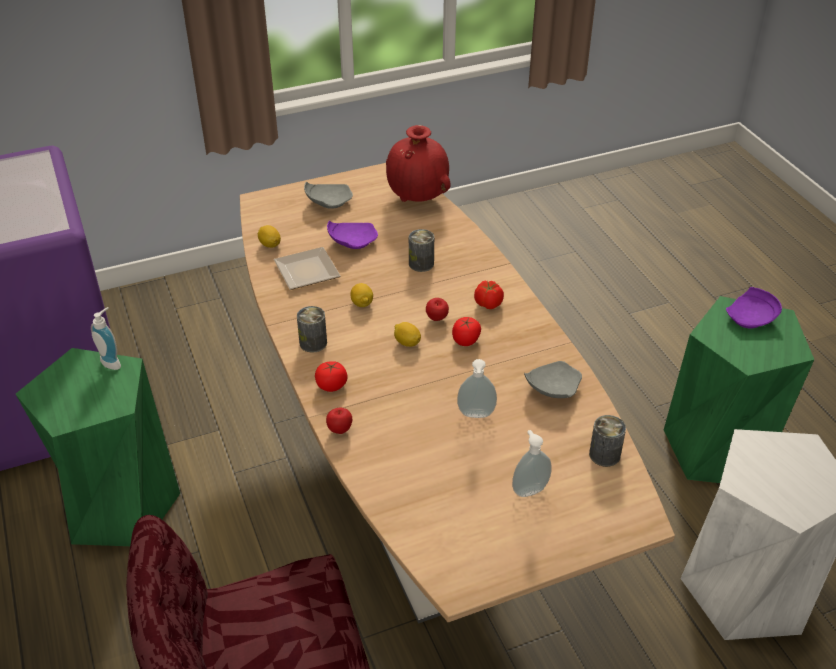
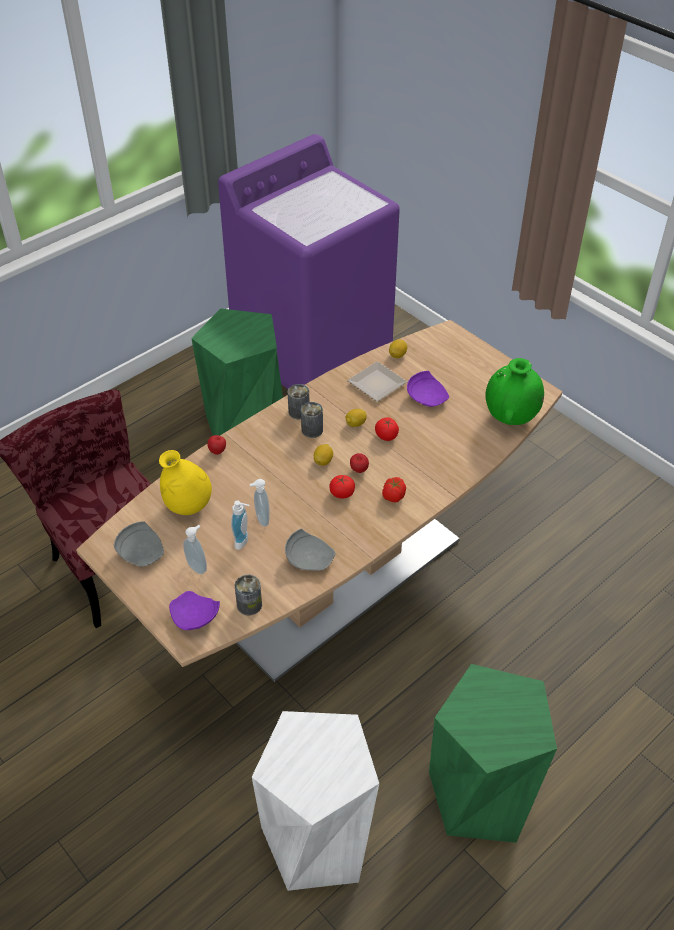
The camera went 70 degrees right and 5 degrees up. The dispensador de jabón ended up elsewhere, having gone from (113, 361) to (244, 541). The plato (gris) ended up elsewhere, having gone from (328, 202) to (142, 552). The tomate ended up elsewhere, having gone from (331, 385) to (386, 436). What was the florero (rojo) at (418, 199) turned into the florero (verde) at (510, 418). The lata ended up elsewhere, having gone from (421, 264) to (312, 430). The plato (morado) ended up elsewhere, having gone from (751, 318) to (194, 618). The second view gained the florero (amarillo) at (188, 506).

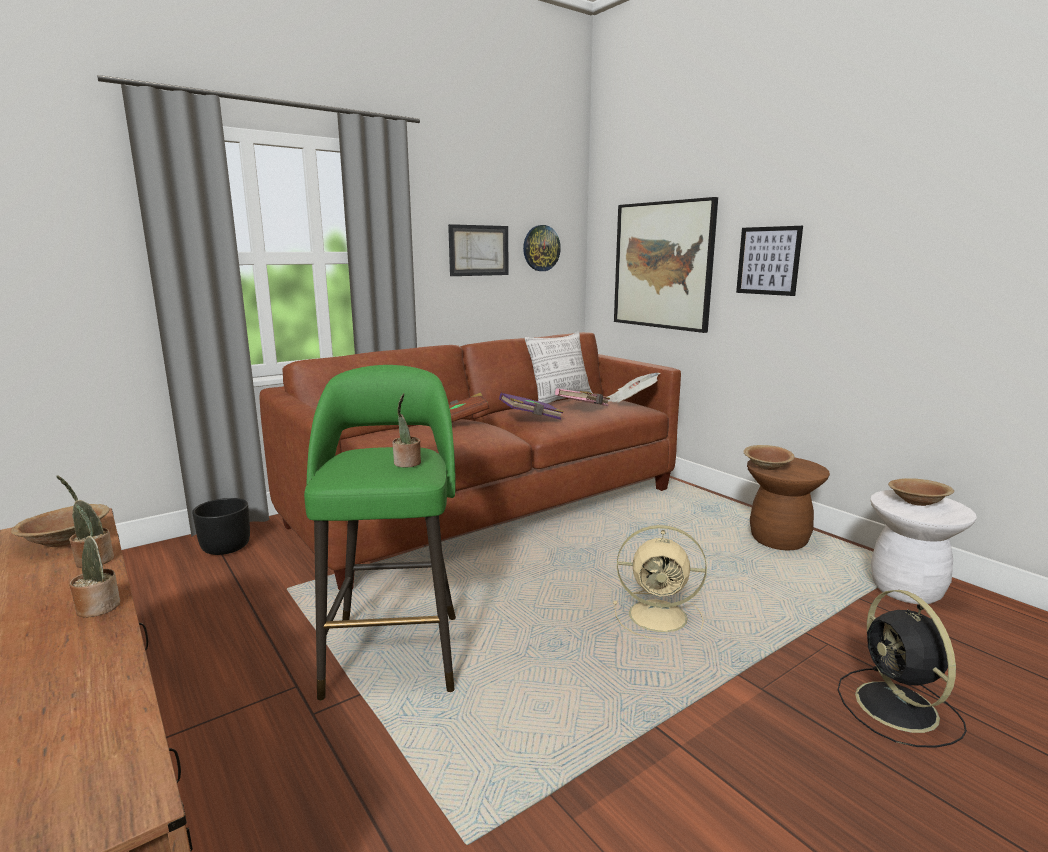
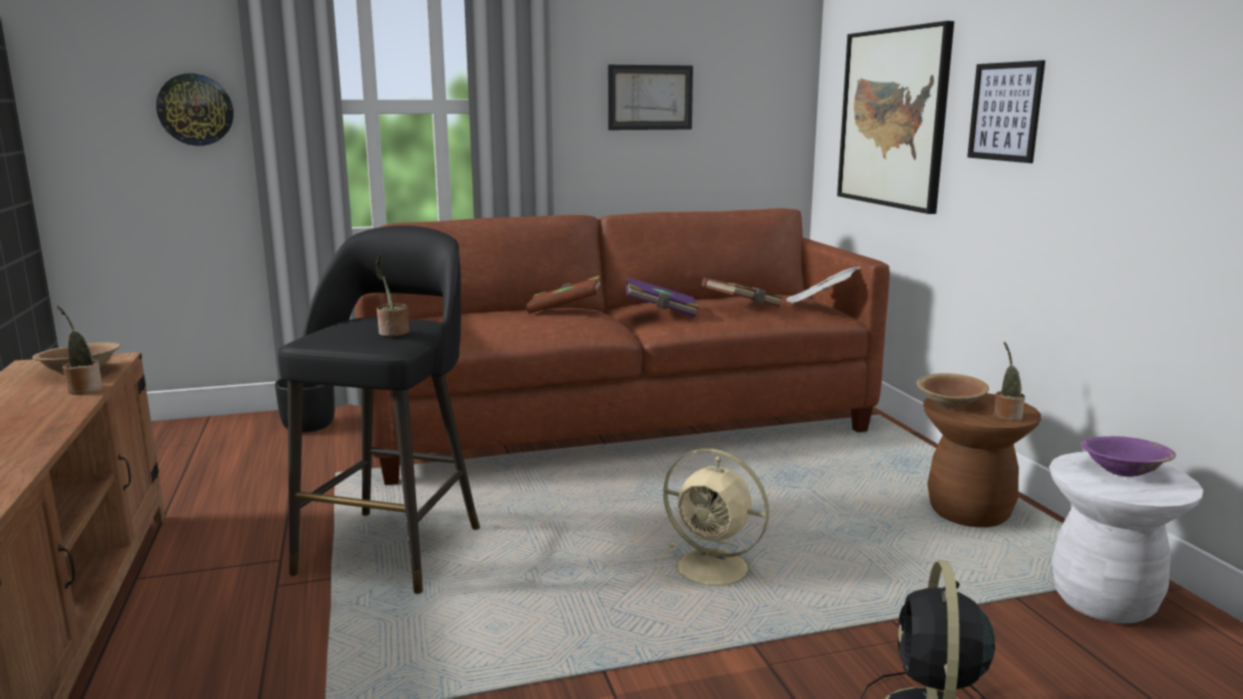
The camera went 20 degrees right and 0 degrees up. The planta en maceta ended up elsewhere, having gone from (98, 605) to (1006, 416). What was the taburete (verde) at (394, 651) turned into the taburete (negro) at (393, 547). The reloj de pared ended up elsewhere, having gone from (541, 248) to (195, 109). The second view lost the cojín at (560, 400). What was the libro (rosa) at (583, 408) turned into the libro (marrón) at (742, 307). What was the cuenco (marrón) at (917, 502) turned into the cuenco (morado) at (1123, 471).

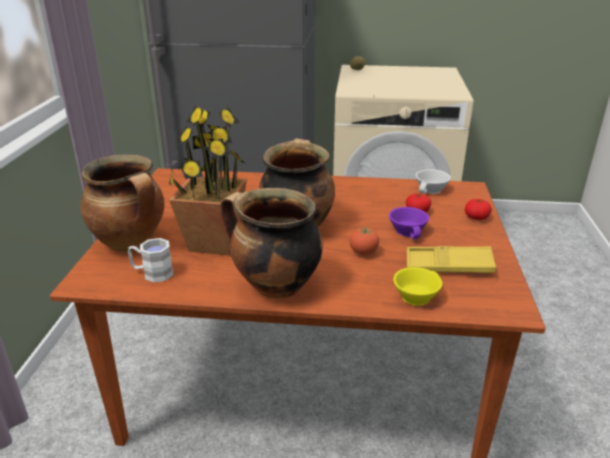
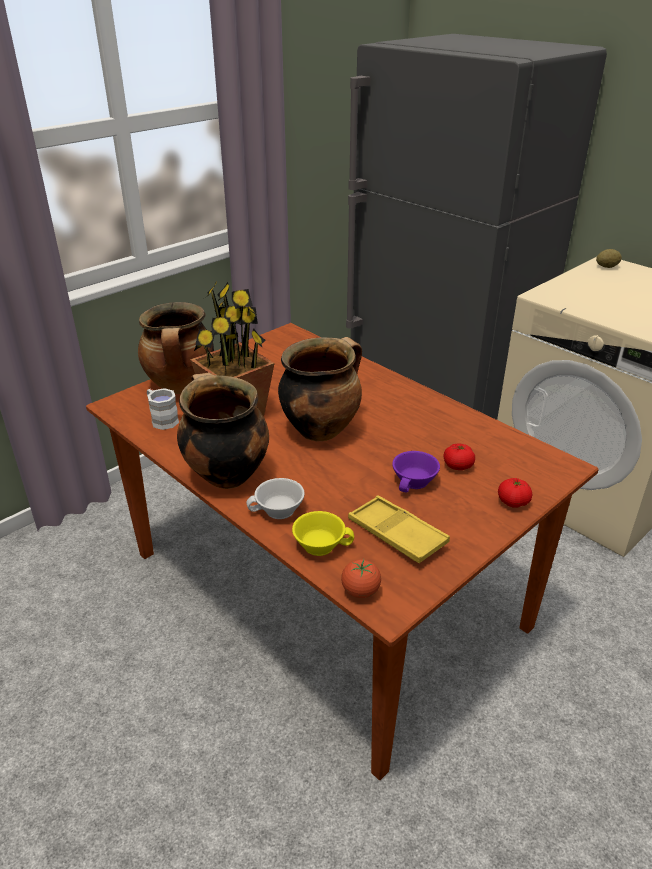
The camera went 40 degrees right and 5 degrees up. The tomate ended up elsewhere, having gone from (363, 252) to (360, 591). The taza (blanco) ended up elsewhere, having gone from (432, 190) to (278, 511).

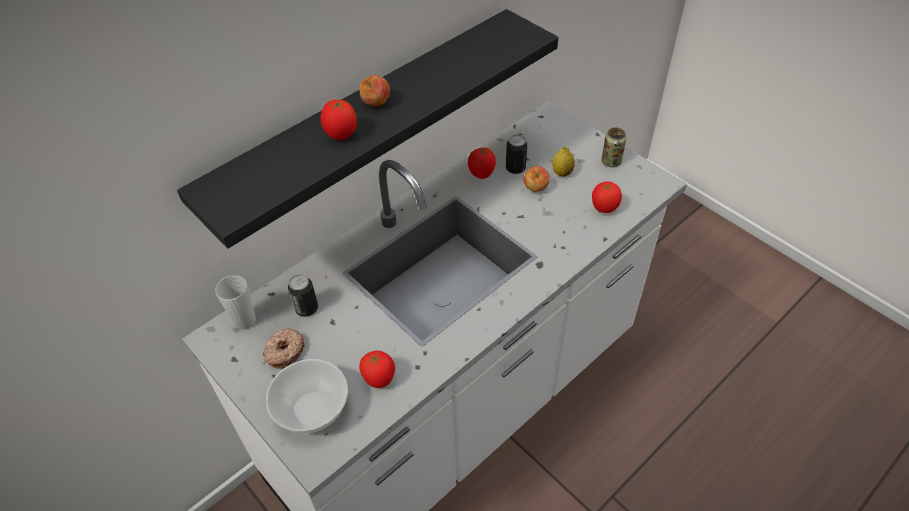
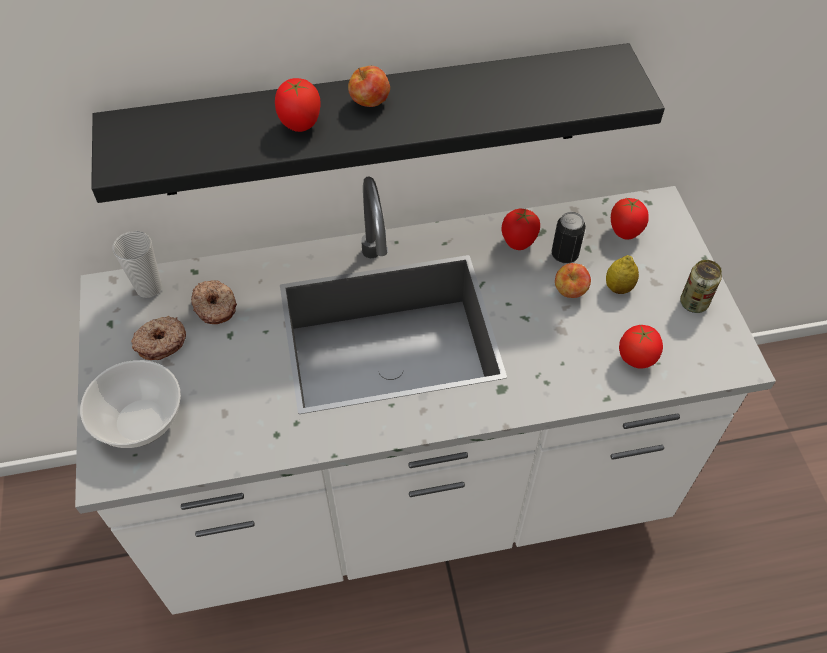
The camera went 30 degrees right and 5 degrees up. Where the lata stood at (306, 308), the rosquilla came to stand at (215, 306). The tomate ended up elsewhere, having gone from (379, 379) to (625, 233).

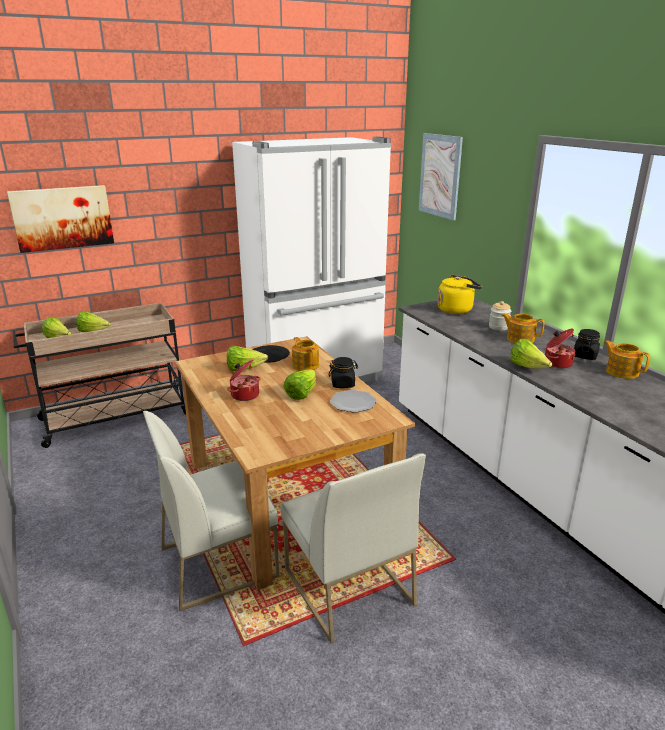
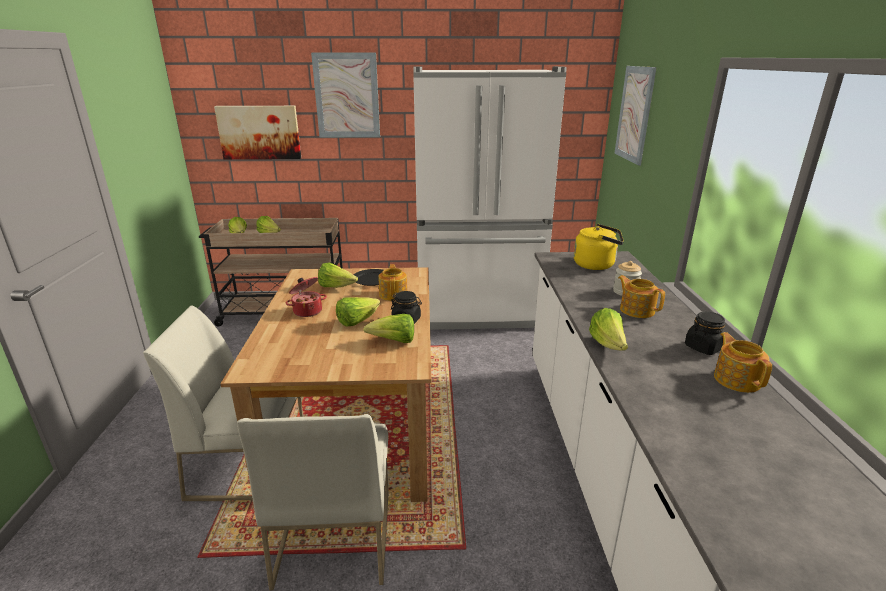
The camera went 25 degrees right and 0 degrees up. Where the plato stood at (353, 402), the lechuga came to stand at (394, 341). The second view lost the olla at (557, 363). The second view gained the cuadro at (347, 96).

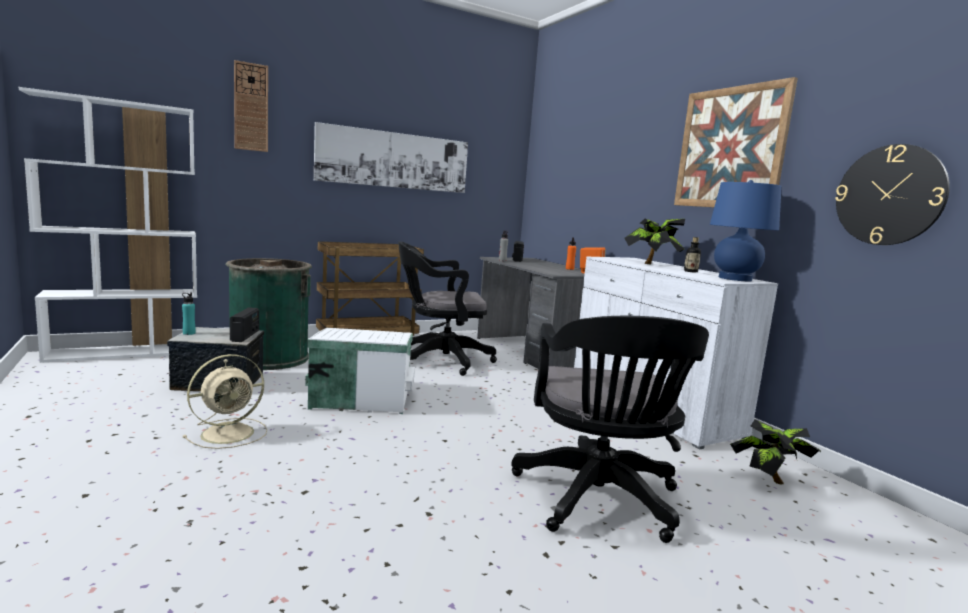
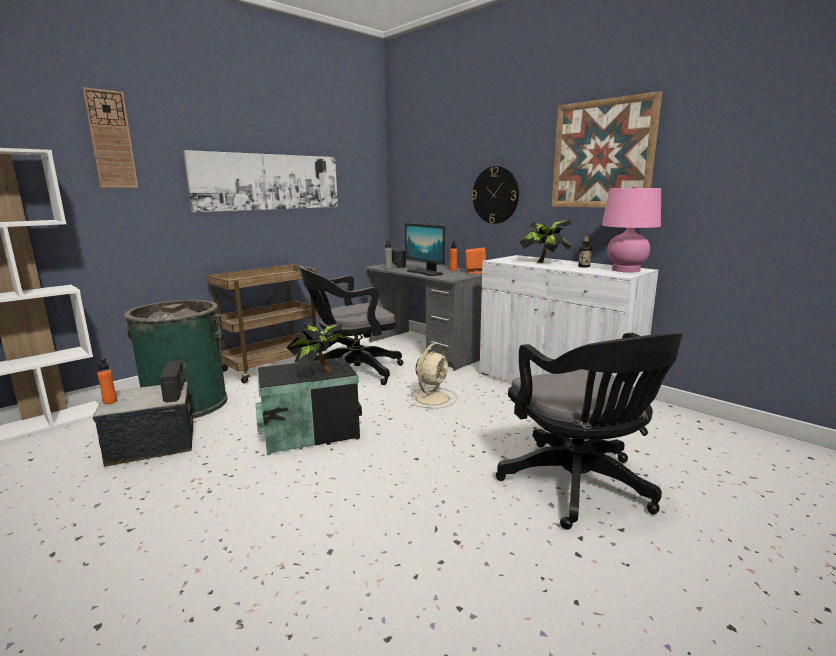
The camera went 15 degrees left and 5 degrees up. What was the botella (turquesa) at (189, 333) turned into the botella (naranja) at (110, 401). The ventilador (beis) ended up elsewhere, having gone from (230, 433) to (433, 398). What was the caja de almacenaje (blanco) at (360, 397) turned into the caja de almacenaje (negro) at (308, 429). What was the lámpara de mesa (azul) at (735, 279) turned into the lámpara de mesa (rosa) at (626, 270). The planta en maceta ended up elsewhere, having gone from (769, 481) to (321, 372). The reloj de pared ended up elsewhere, having gone from (889, 195) to (495, 195). The second view gained the monitor at (425, 273).

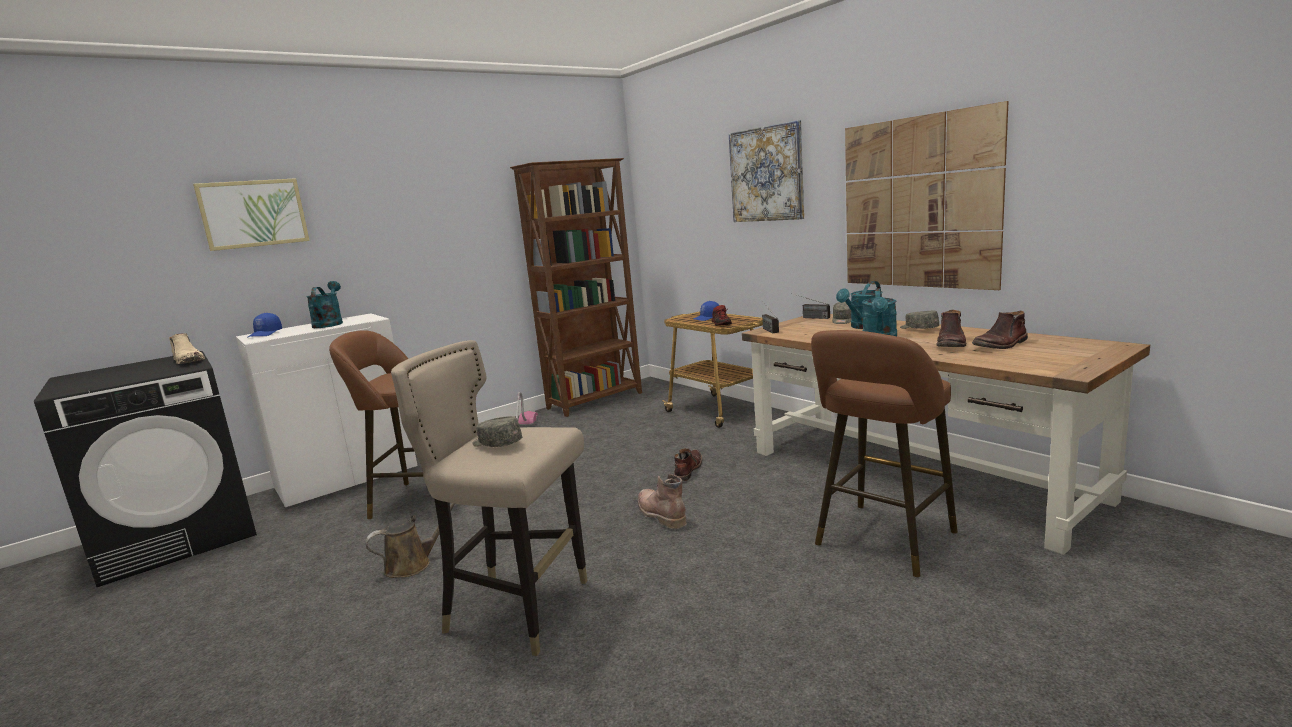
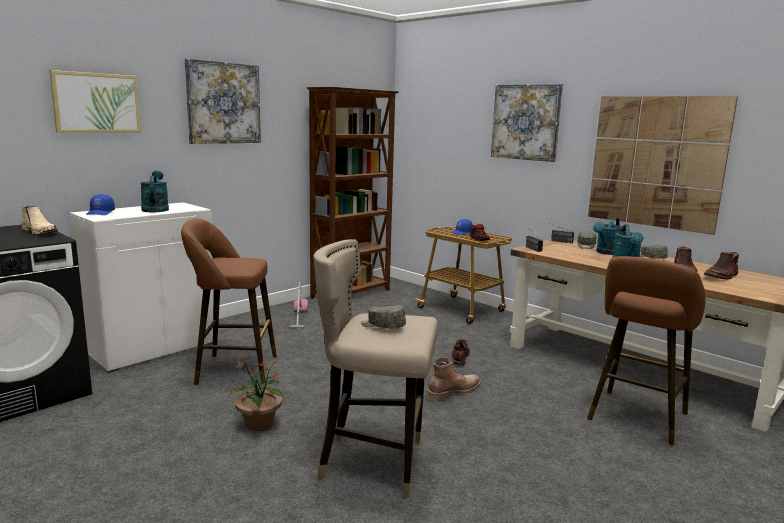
The camera went 10 degrees left and 0 degrees up. Where the regadera (marrón) stood at (412, 564), the planta en maceta came to stand at (259, 424). The bota (marrón) at (659, 514) ended up facing another way, 90 degrees clockwise from before. The second view gained the cuadro at (223, 103).

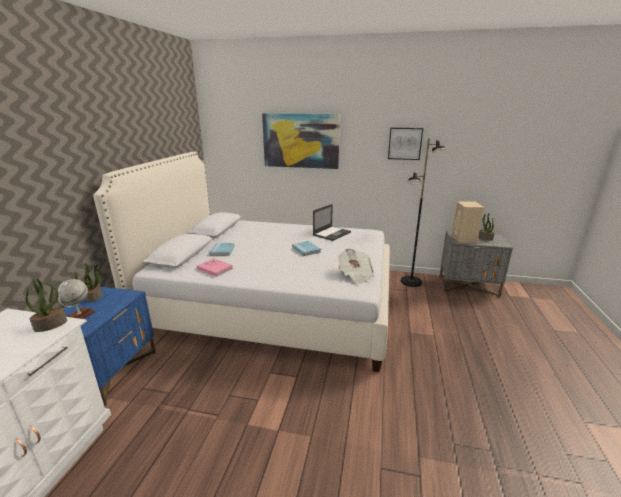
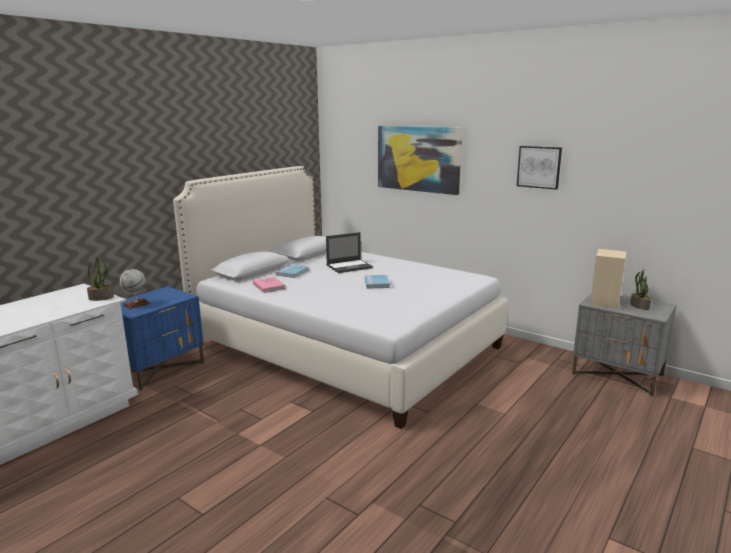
The camera went 25 degrees right and 5 degrees down. The second view lost the planta en maceta at (94, 297). The portátil ended up elsewhere, having gone from (332, 233) to (350, 266). The second view lost the periódico at (355, 275). The second view lost the lámpara de pie (negro) at (411, 282).

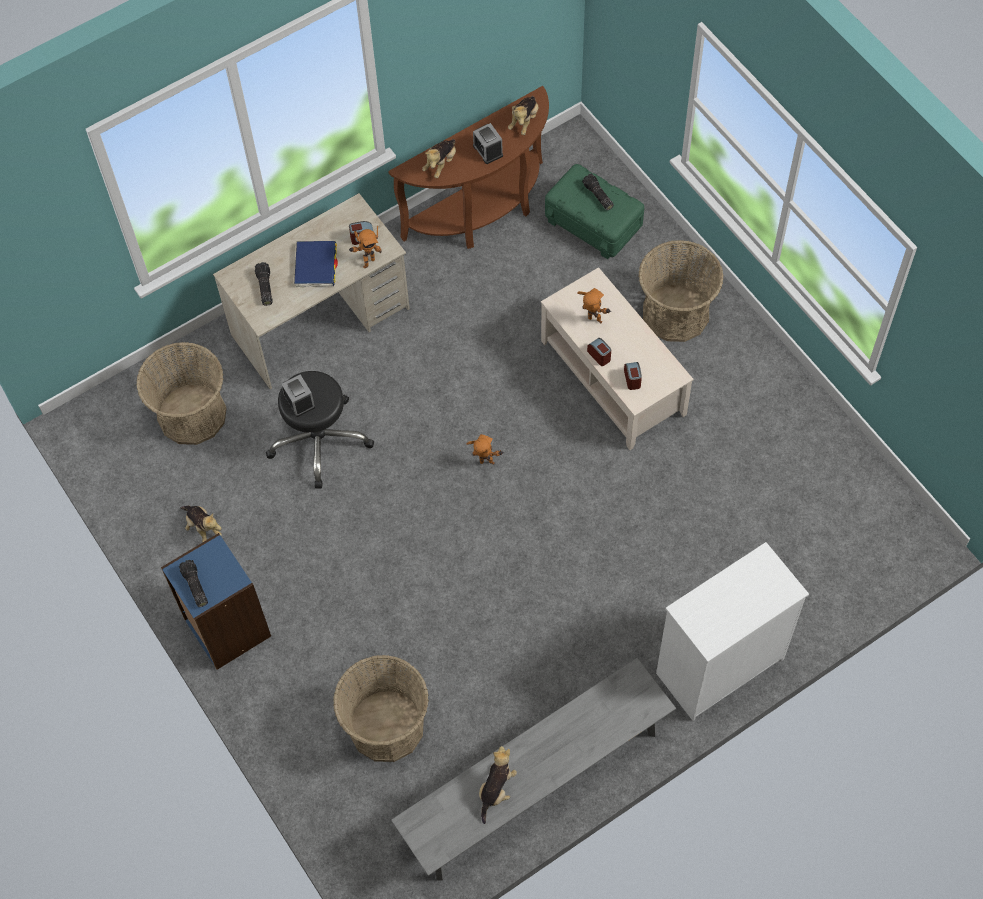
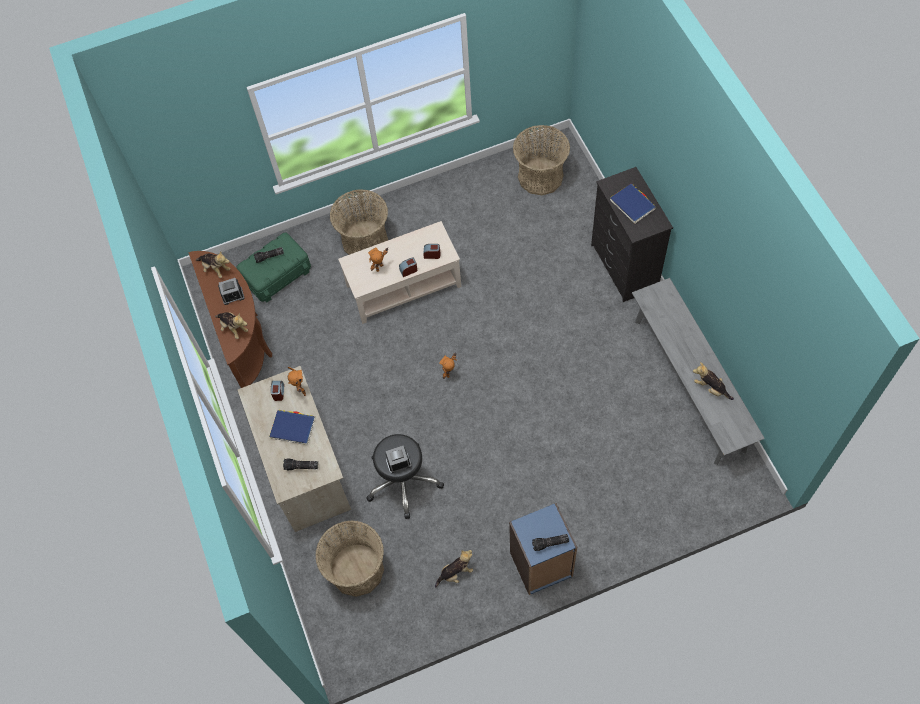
The camera went 75 degrees left and 0 degrees up. The cesta ended up elsewhere, having gone from (386, 726) to (540, 176). What was the cómoda (blanco) at (718, 666) turned into the cómoda (negro) at (624, 267). The second view gained the libro (azul) at (632, 205).

